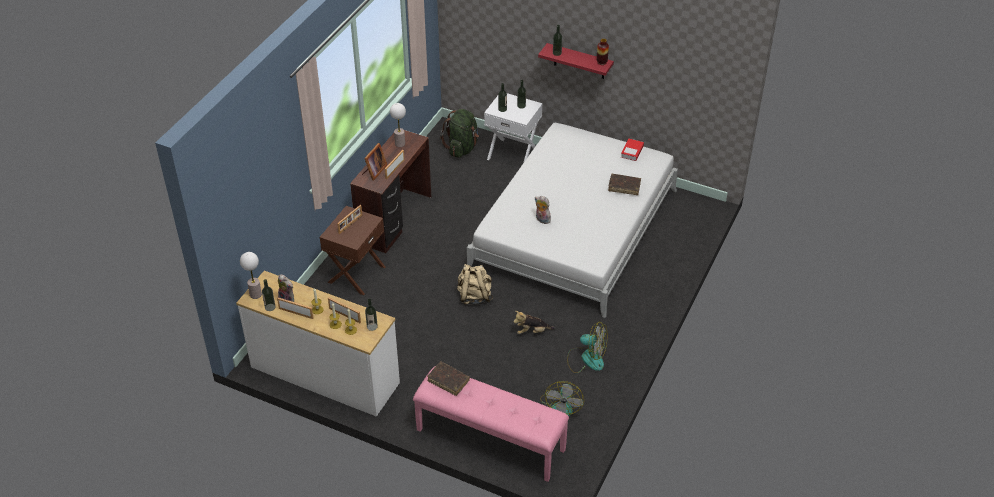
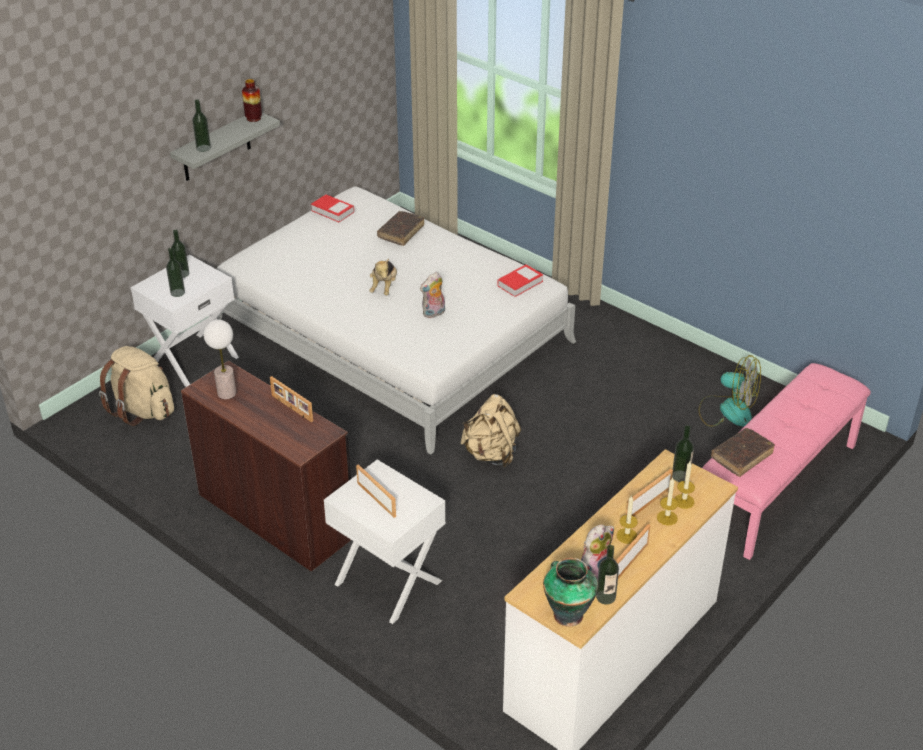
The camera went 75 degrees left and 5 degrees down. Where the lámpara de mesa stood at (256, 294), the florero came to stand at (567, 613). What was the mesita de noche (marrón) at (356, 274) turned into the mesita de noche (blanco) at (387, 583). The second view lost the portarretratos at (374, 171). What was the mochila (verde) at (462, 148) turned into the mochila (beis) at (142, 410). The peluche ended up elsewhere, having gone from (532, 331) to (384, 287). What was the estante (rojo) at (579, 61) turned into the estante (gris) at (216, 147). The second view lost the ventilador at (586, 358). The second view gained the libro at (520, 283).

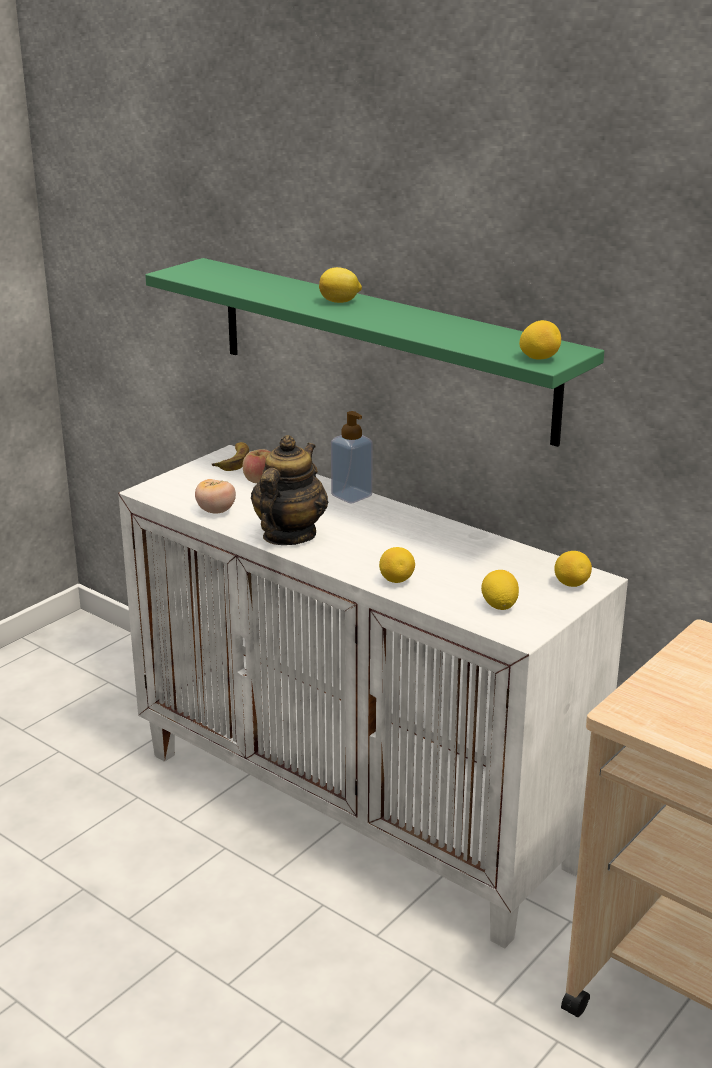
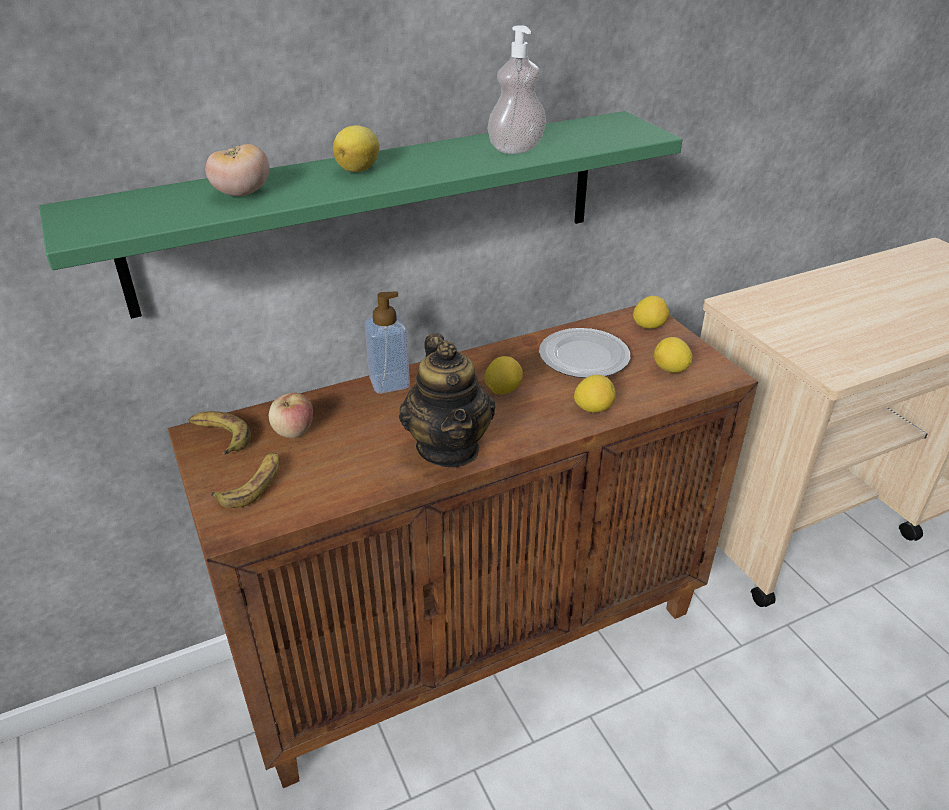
The camera went 65 degrees left and 10 degrees up. What was the armario (blanco) at (360, 808) turned into the armario (marrón) at (475, 639). The tomate ended up elsewhere, having gone from (216, 511) to (242, 194). The tetera at (288, 535) ended up facing another way, 150 degrees counterclockwise from before. The limón ended up elsewhere, having gone from (539, 358) to (503, 390). The second view gained the plátano at (253, 484). The second view gained the dispensador de jabón at (516, 149). The second view gained the plato at (583, 357).

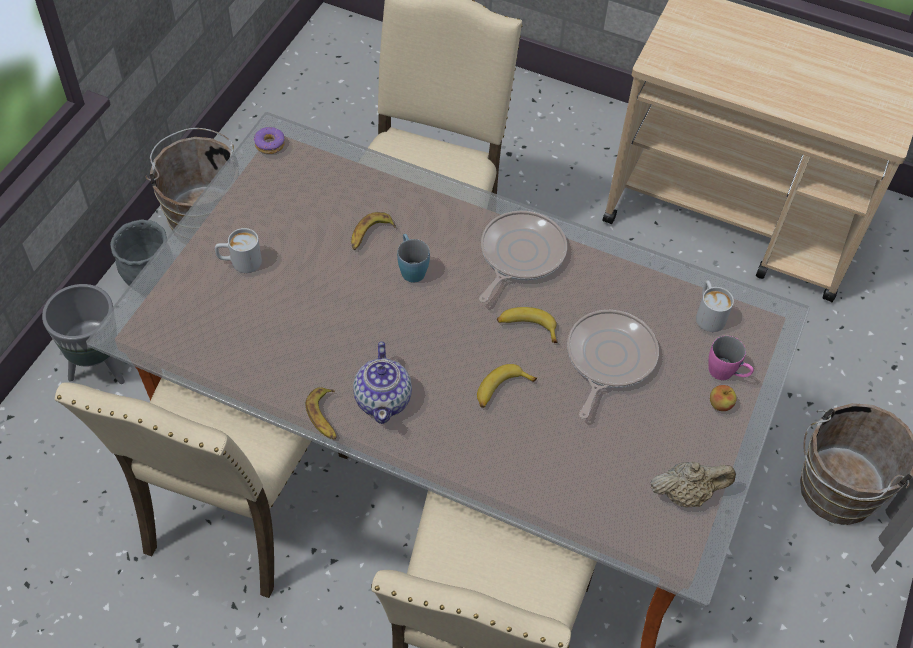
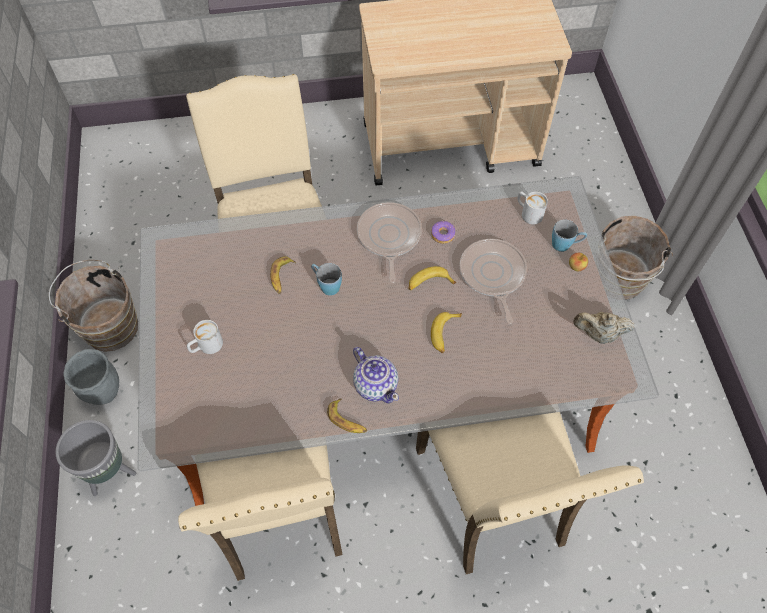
The camera went 30 degrees left and 5 degrees up. The rosquilla ended up elsewhere, having gone from (270, 144) to (443, 235). The tetera (beis) at (686, 494) ended up facing another way, 135 degrees counterclockwise from before. What was the taza grande (rosa) at (726, 373) turned into the taza grande (azul) at (565, 245).

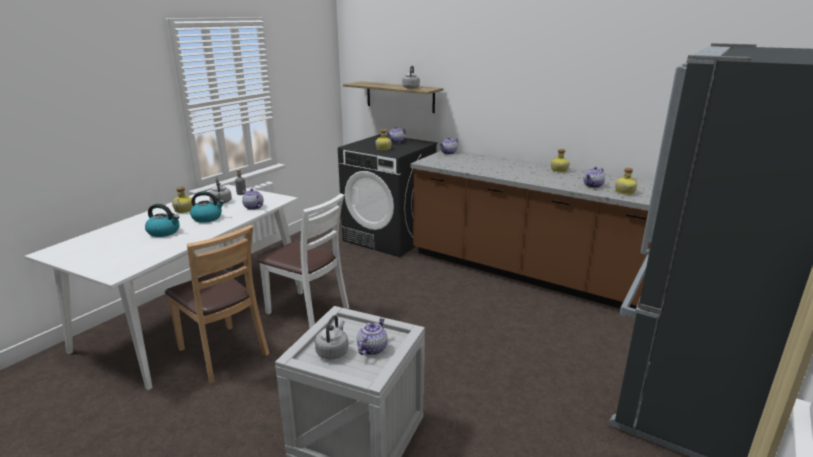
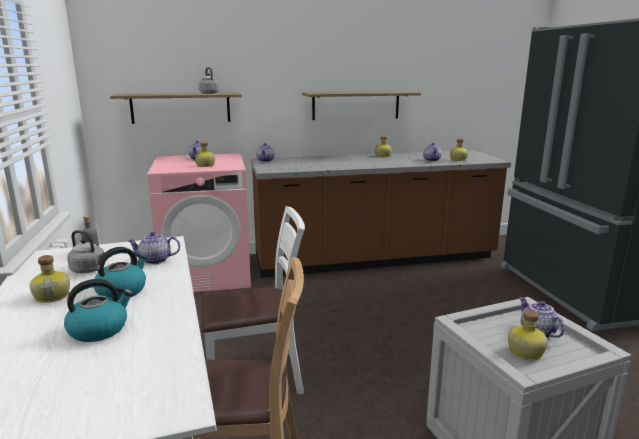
The camera went 45 degrees left and 5 degrees down. Where the hervidor (gris) stood at (333, 351), the botella came to stand at (524, 352). What was the lavadora (negro) at (389, 237) turned into the lavadora (rosa) at (207, 274). The second view gained the estante at (356, 105).

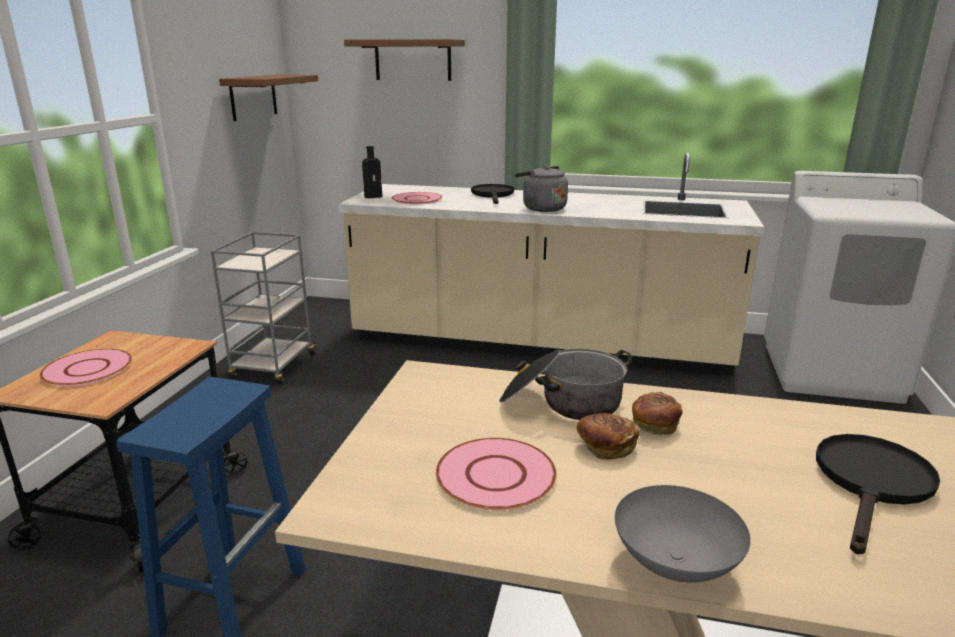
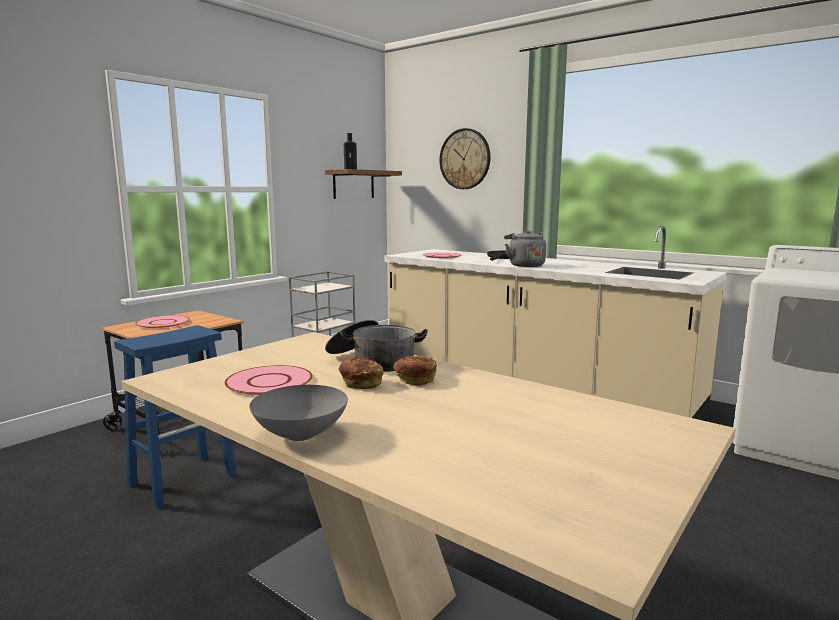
The camera went 25 degrees right and 10 degrees down. Where the estante (marrón) hung at (413, 60), the reloj de pared came to hang at (465, 159). The botella (negro) ended up elsewhere, having gone from (374, 196) to (351, 169). The second view lost the sartén (negro) at (872, 484).

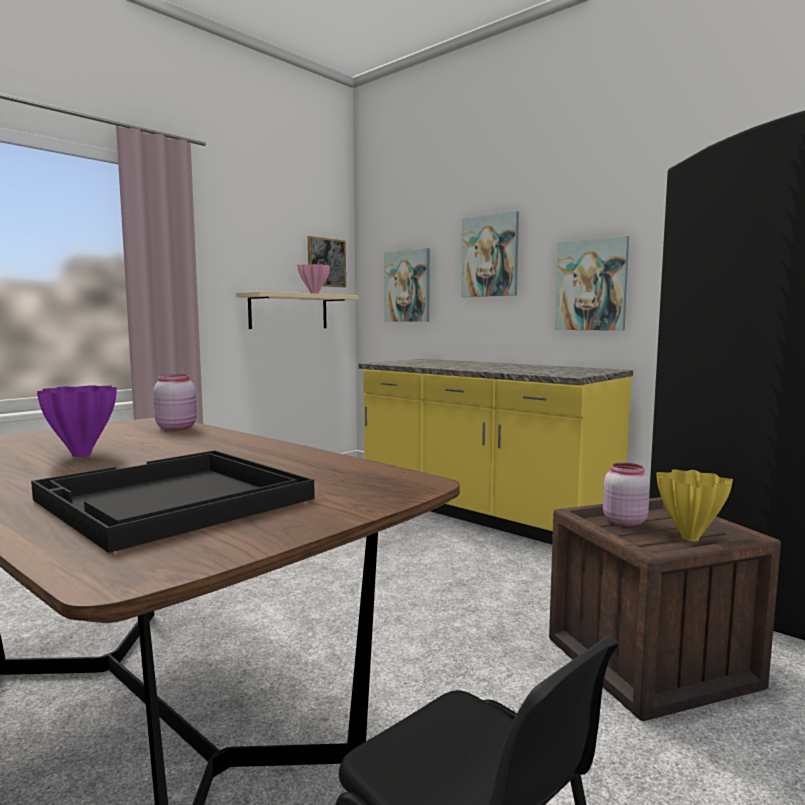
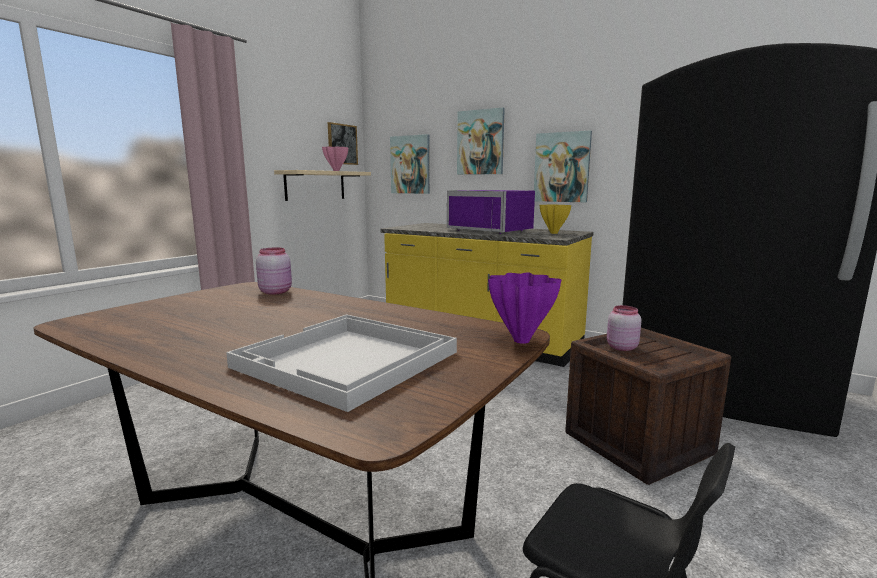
The camera went 10 degrees left and 5 degrees up. What was the bandeja (negro) at (173, 500) turned into the bandeja (blanco) at (347, 360). The florero (morado) ended up elsewhere, having gone from (83, 454) to (521, 340). The florero (amarillo) ended up elsewhere, having gone from (690, 538) to (554, 233). The second view gained the microondas (morado) at (493, 230).

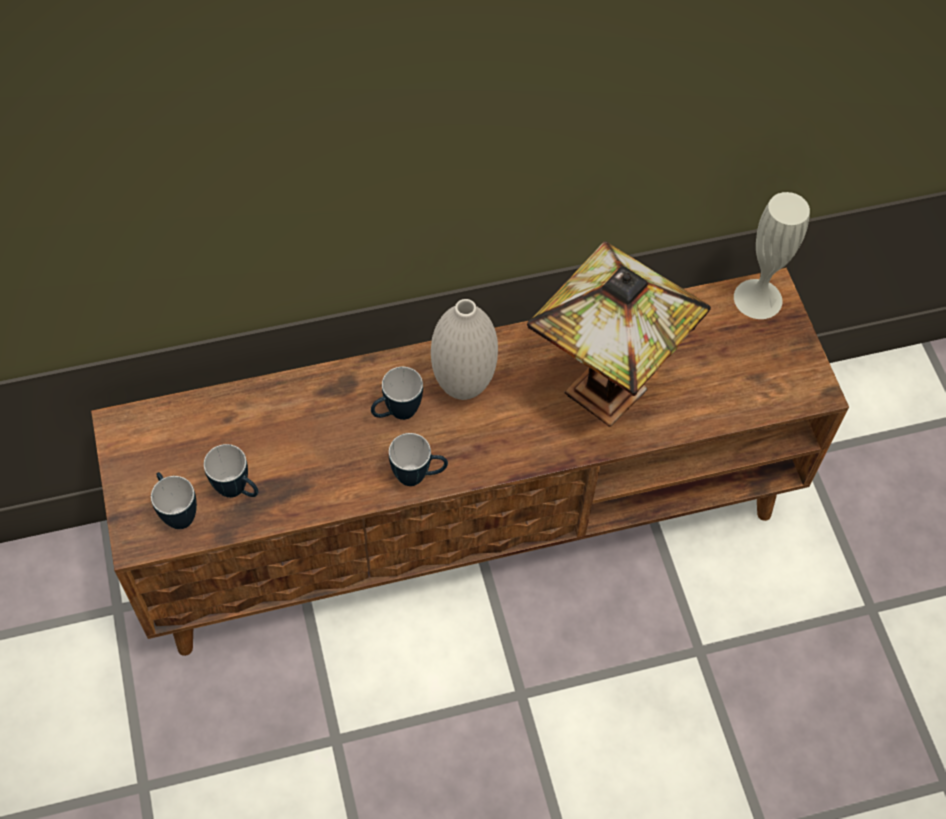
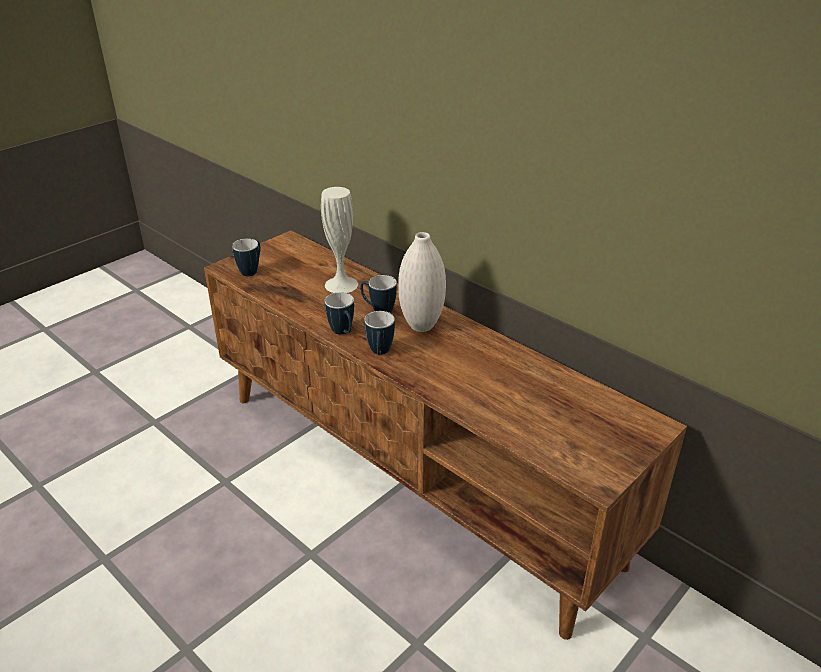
The camera went 60 degrees right and 25 degrees down. The taza grande ended up elsewhere, having gone from (238, 491) to (380, 353). The second view lost the lámpara de mesa at (605, 396). The florero (blanco) ended up elsewhere, having gone from (758, 298) to (341, 284).

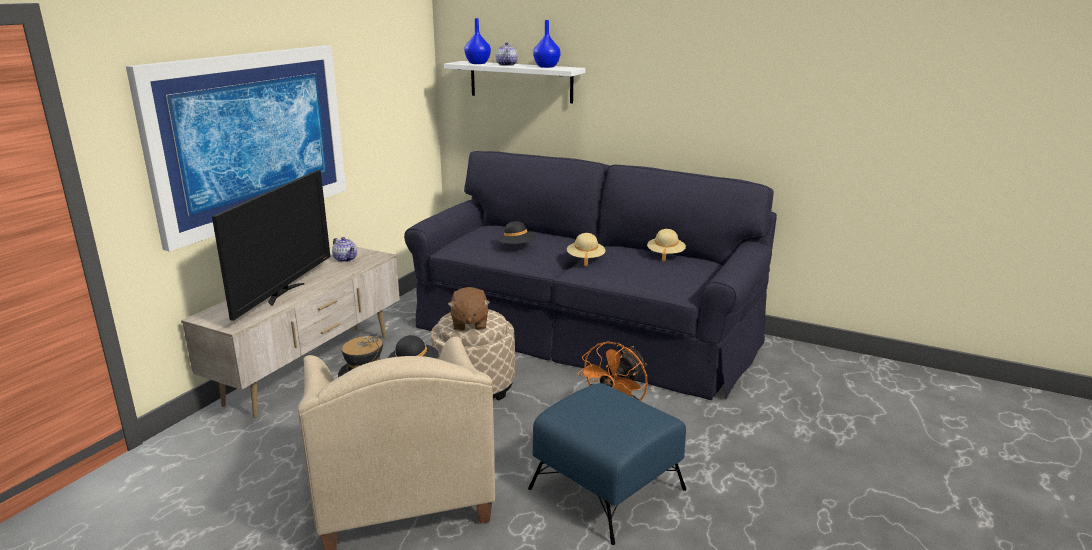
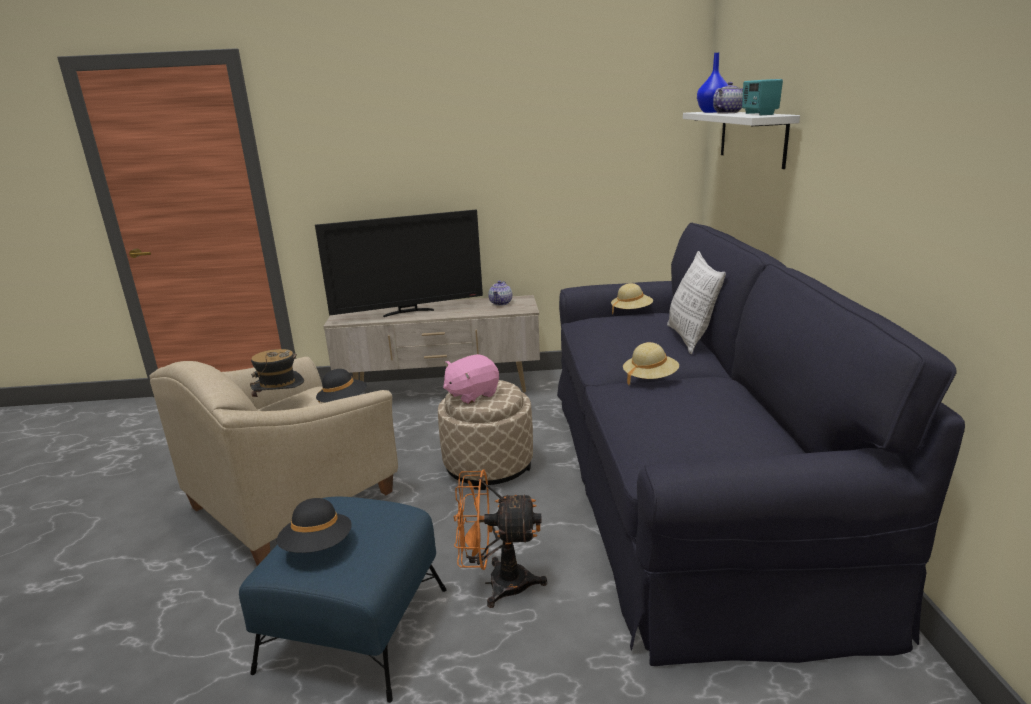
The camera went 60 degrees right and 0 degrees up. The second view lost the cuadro at (251, 138). What was the peluche (marrón) at (469, 324) turned into the peluche (rosa) at (471, 394). The sombrero (negro) ended up elsewhere, having gone from (517, 247) to (318, 546). Where the florero (azul) stood at (547, 66), the radio came to stand at (758, 114). The sombrero (beis) ended up elsewhere, having gone from (665, 254) to (631, 311). The second view gained the cojín at (691, 338).

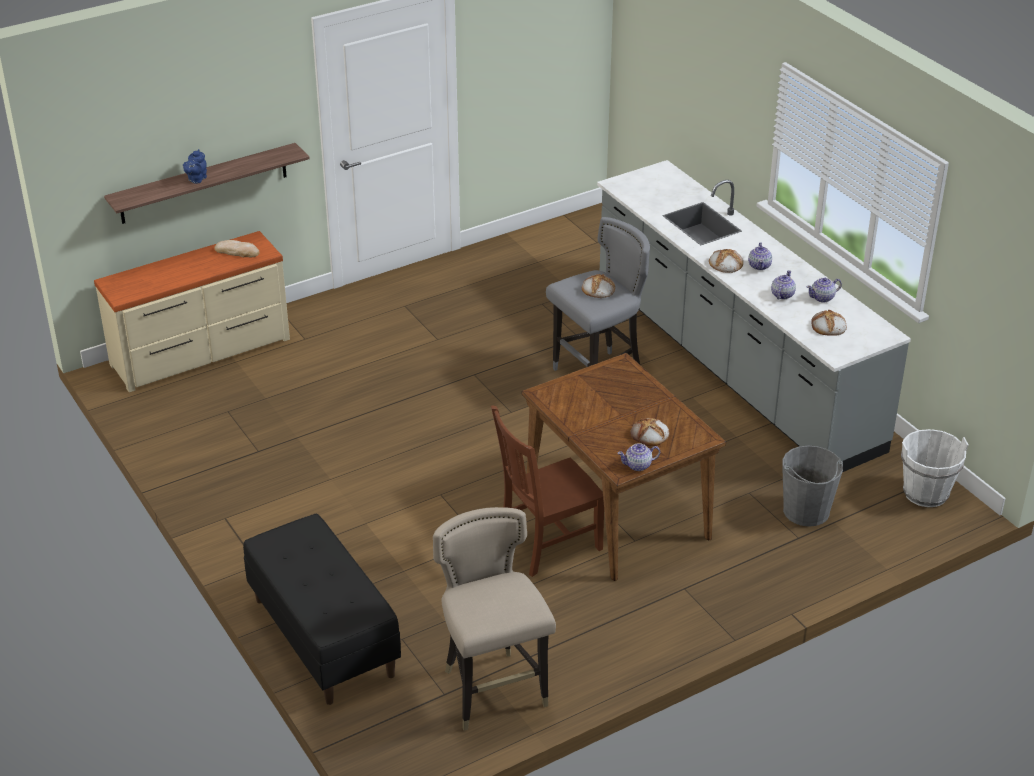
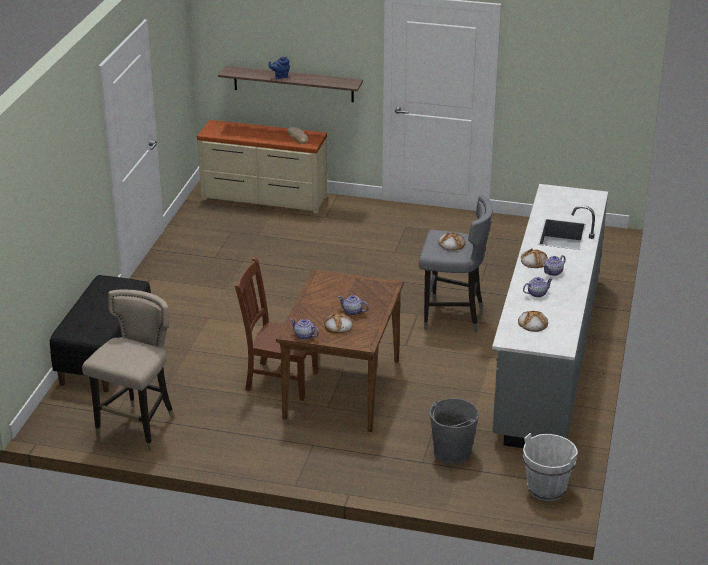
The camera went 45 degrees right and 5 degrees down. The tetera ended up elsewhere, having gone from (822, 298) to (353, 312).

